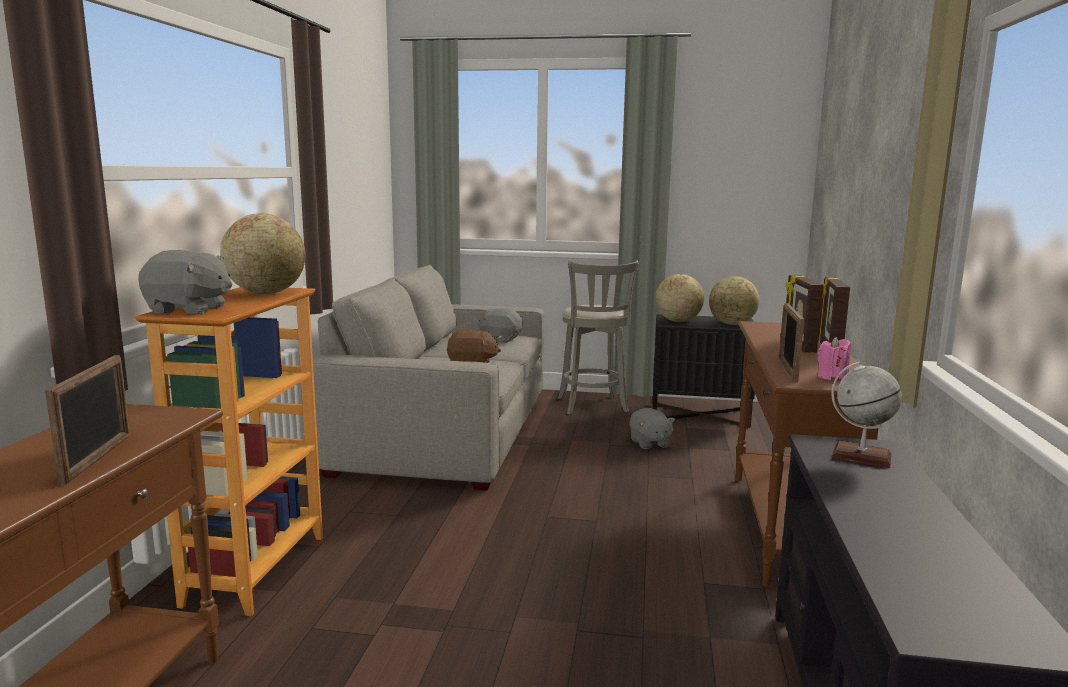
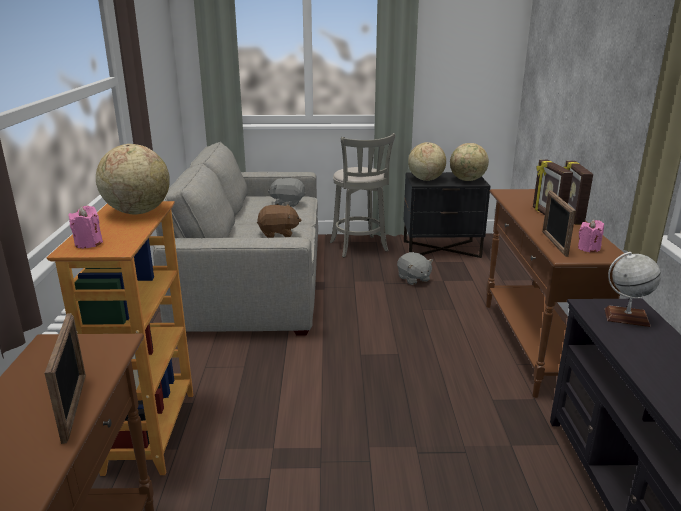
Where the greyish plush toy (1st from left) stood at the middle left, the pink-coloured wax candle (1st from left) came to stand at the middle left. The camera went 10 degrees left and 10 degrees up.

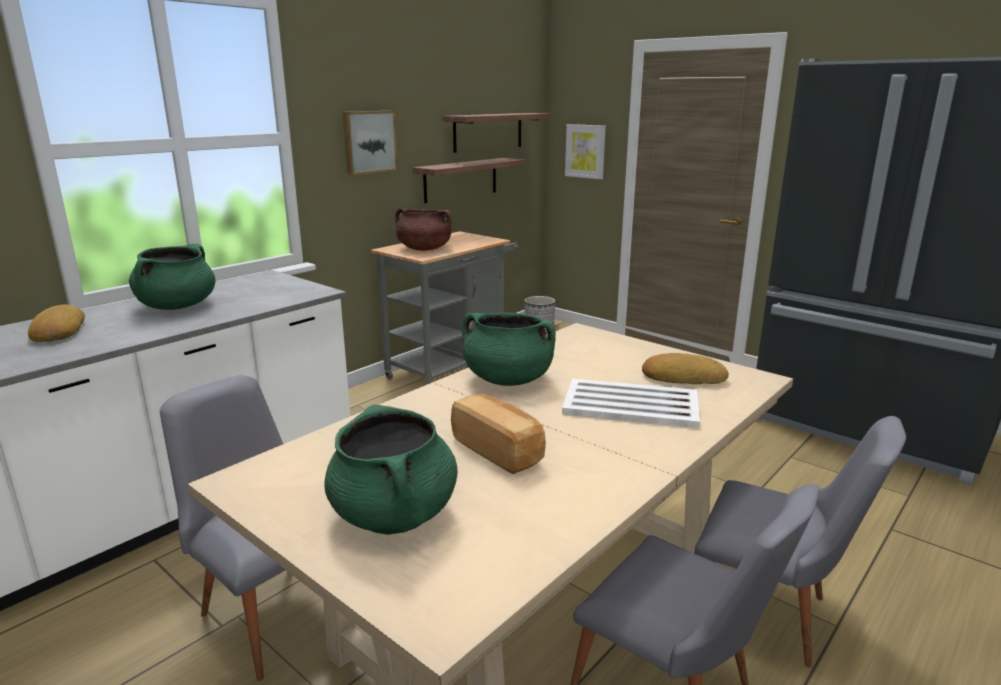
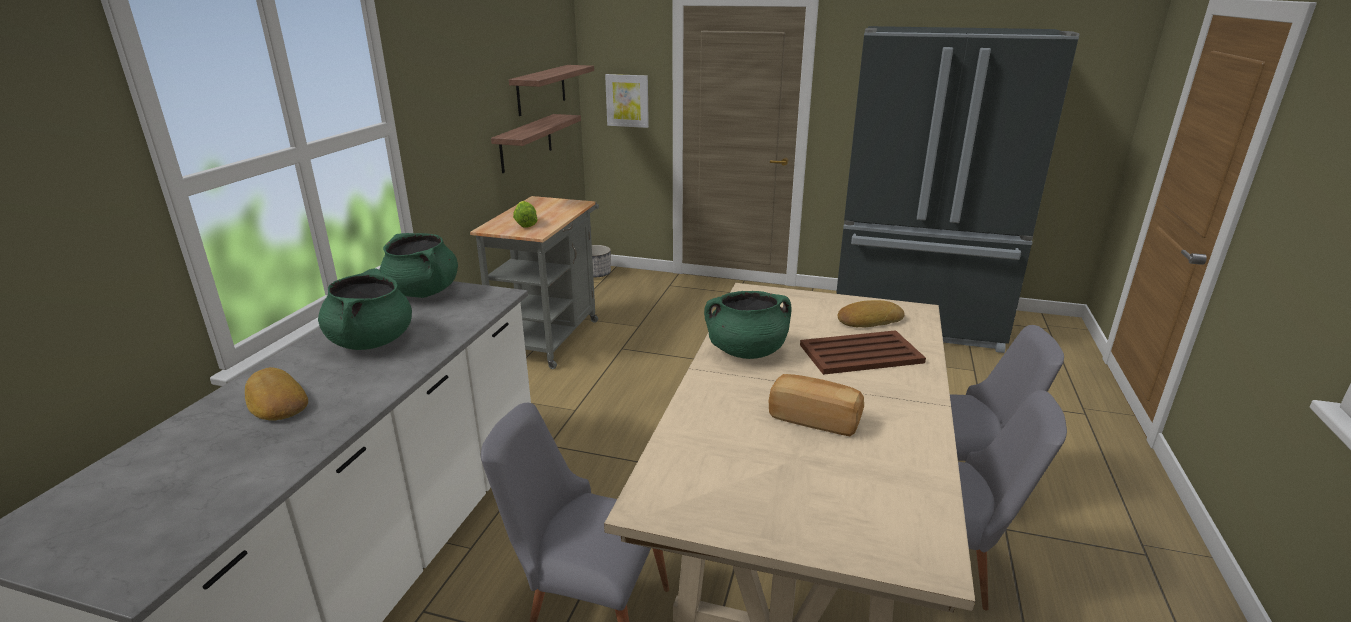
The second view lost the wall art (1st from left) at the top centre. Where the brown saucepot stood at the centre, the head of lettuce came to stand at the centre. What was the whitish tray at the centre turned into the brown tray at the centre. The green-coloured saucepot (2nd from left) ended up elsewhere, having gone from the bottom centre to the middle left. The camera went 25 degrees left and 5 degrees up.

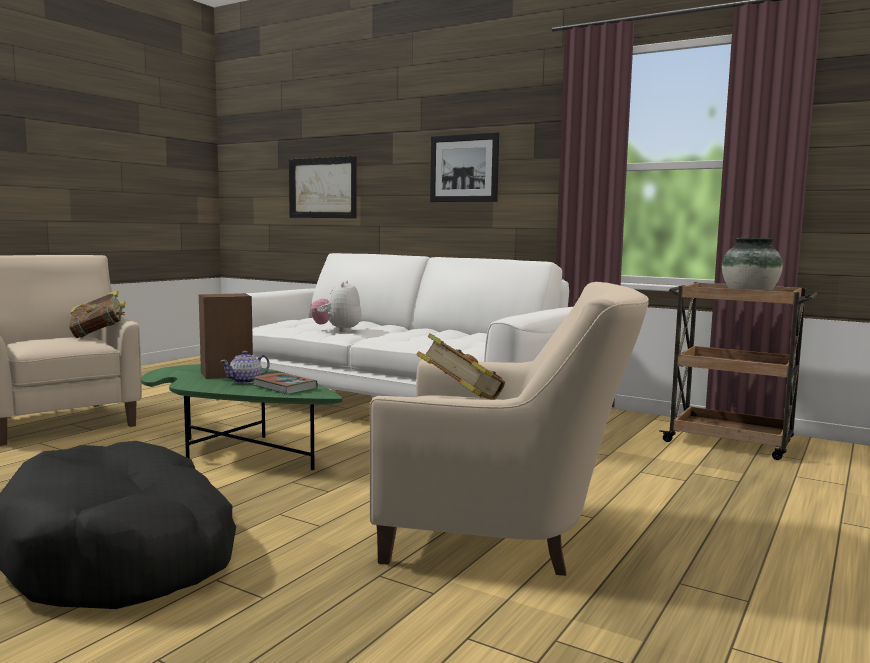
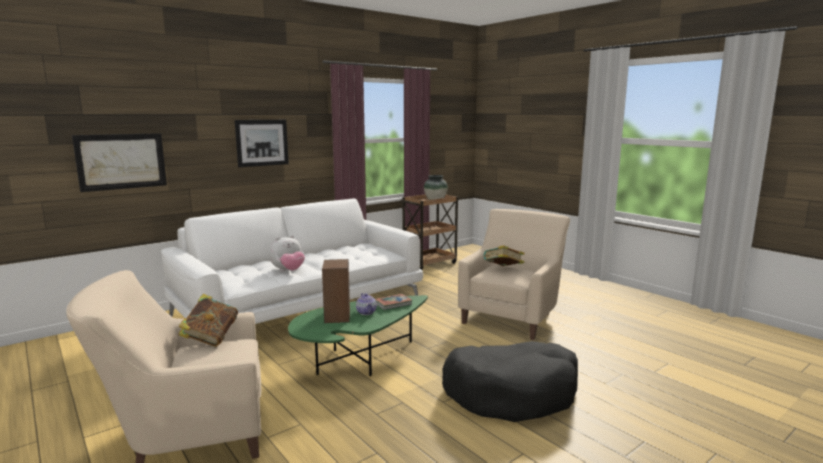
The plush toy at the centre ended up facing another way, 60 degrees counterclockwise from before. The camera went 70 degrees left and 5 degrees up.

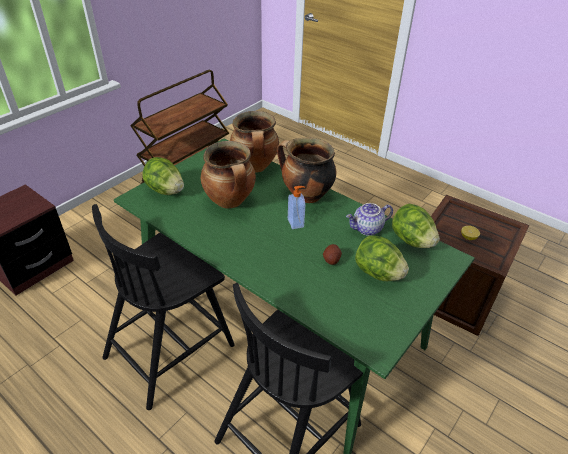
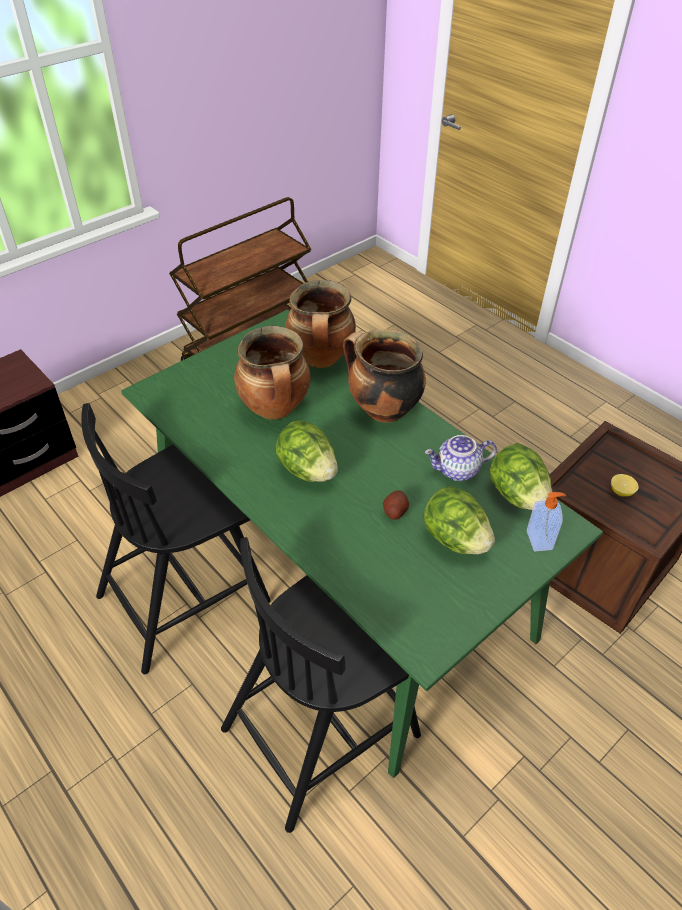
The head of lettuce (1st from left) ended up elsewhere, having gone from the middle left to the centre. The soap dispenser ended up elsewhere, having gone from the centre to the middle right. The camera went 10 degrees right and 5 degrees up.

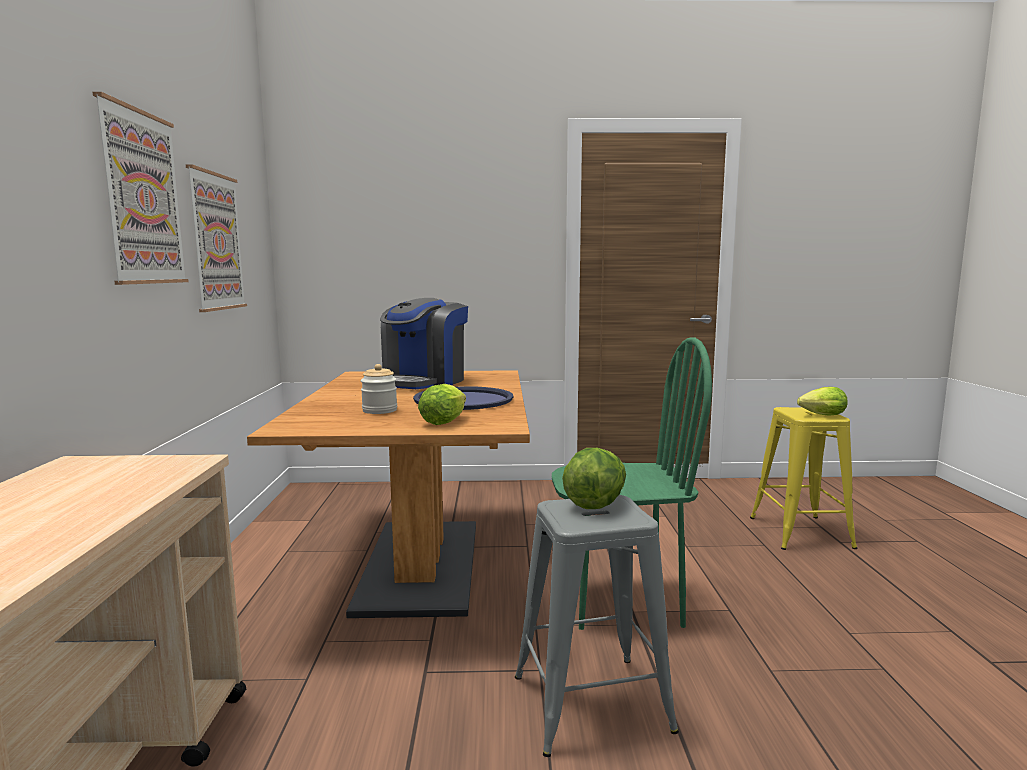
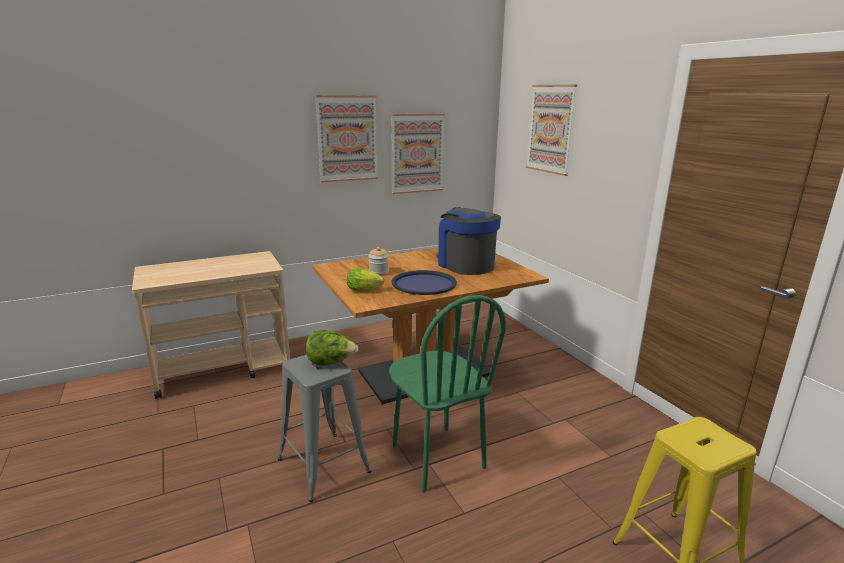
The coffee maker at the centre ended up facing another way, 60 degrees clockwise from before. The second view lost the head of lettuce (3rd from left) at the middle right. The second view gained the wall art (3rd from left) at the top centre. The camera went 65 degrees right and 10 degrees up.

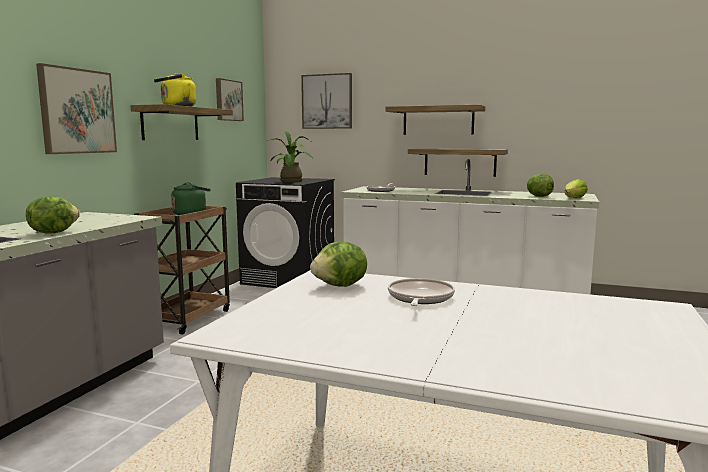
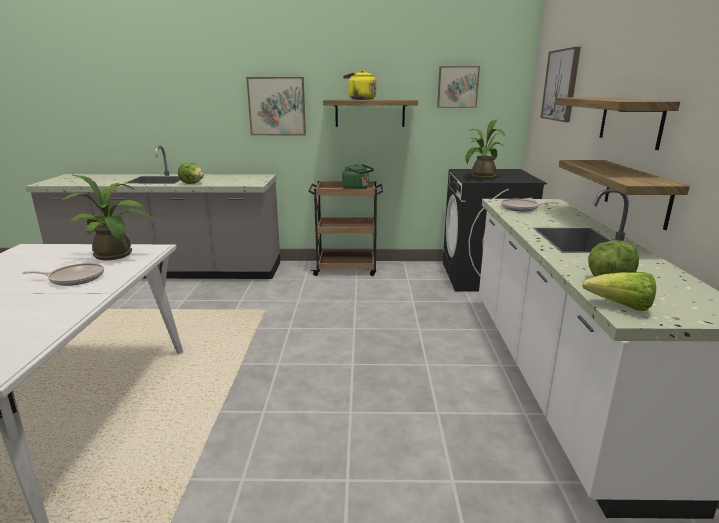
Where the head of lettuce (2nd from left) stood at the centre, the potted plant (1st from left) came to stand at the middle left. The camera went 70 degrees right and 10 degrees up.

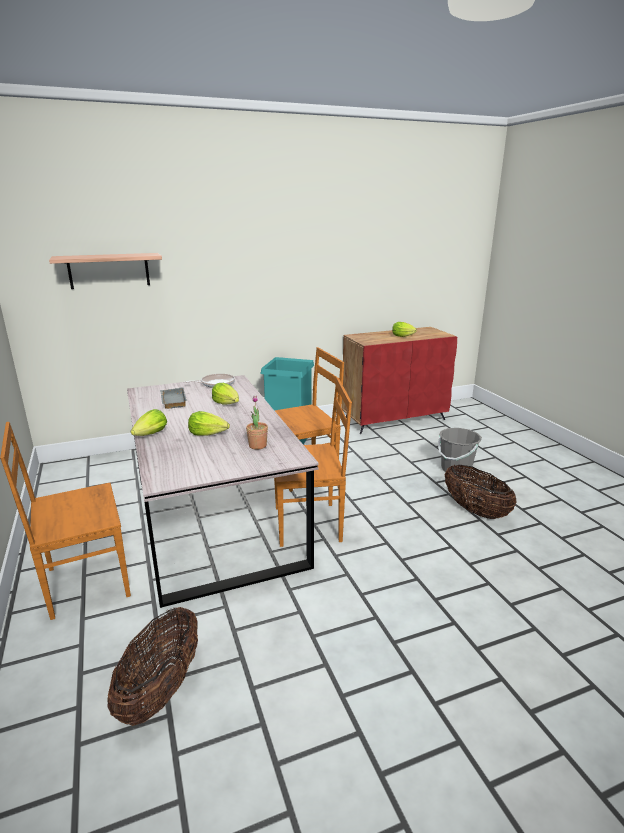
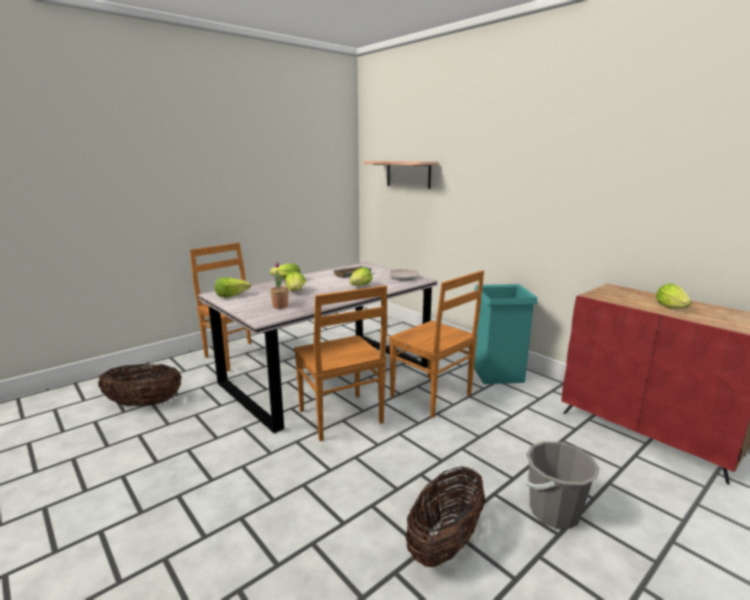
The second view gained the head of lettuce (1st from left) at the middle left. The camera went 70 degrees right and 5 degrees down.

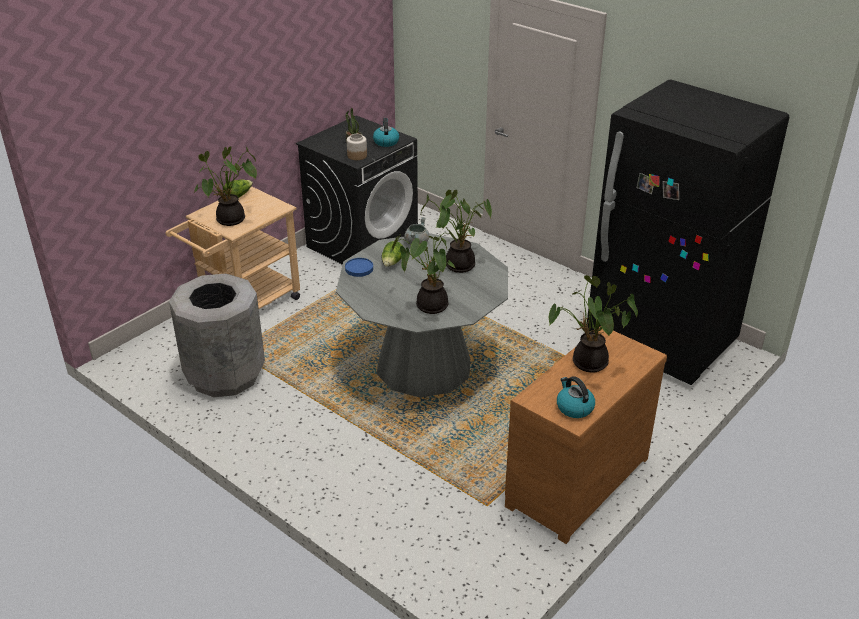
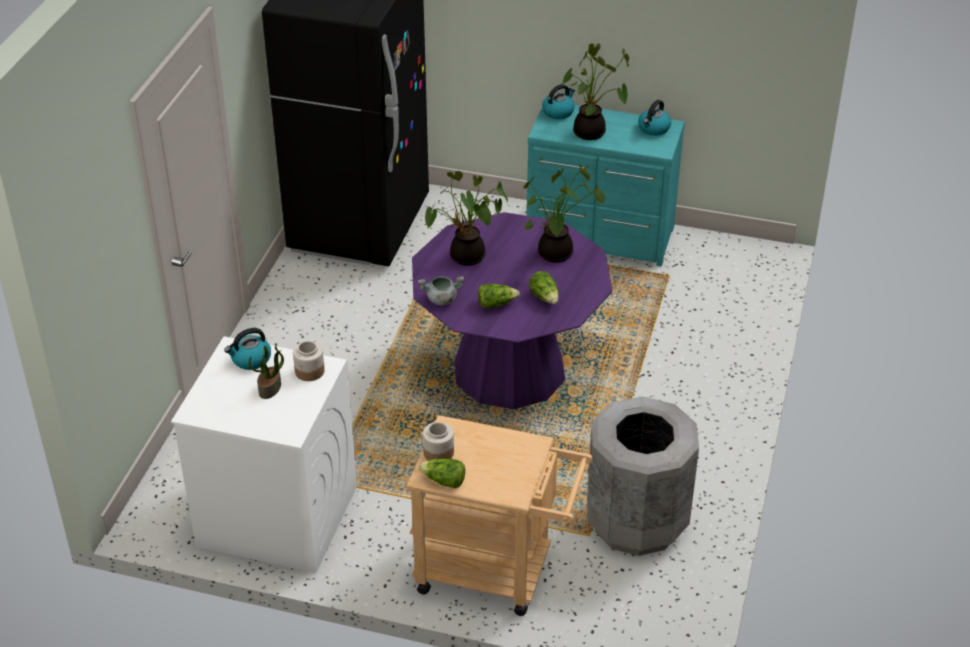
What was the blackish washing machine at the top centre turned into the whitish washing machine at the bottom left. The second view lost the potted plant (1st from left) at the top left. What was the greyish dining table at the centre turned into the purplish dining table at the centre. The second view lost the blue-coloured dinner plate at the centre. What was the brown chest of drawers at the bottom right turned into the turquoise-coloured chest of drawers at the top centre. The second view gained the tea kettle (2nd from left) at the top centre. The second view gained the head of lettuce (3rd from left) at the centre. The second view gained the jar (2nd from left) at the bottom centre. The camera went 115 degrees left and 5 degrees up.

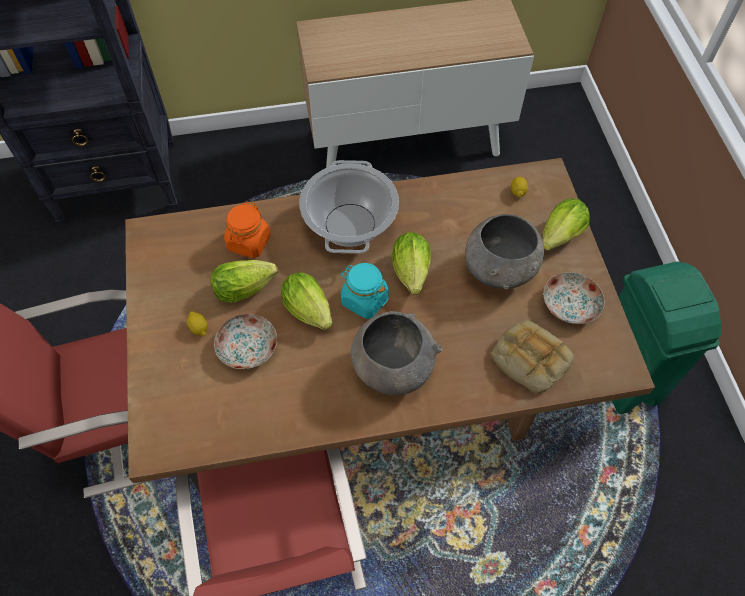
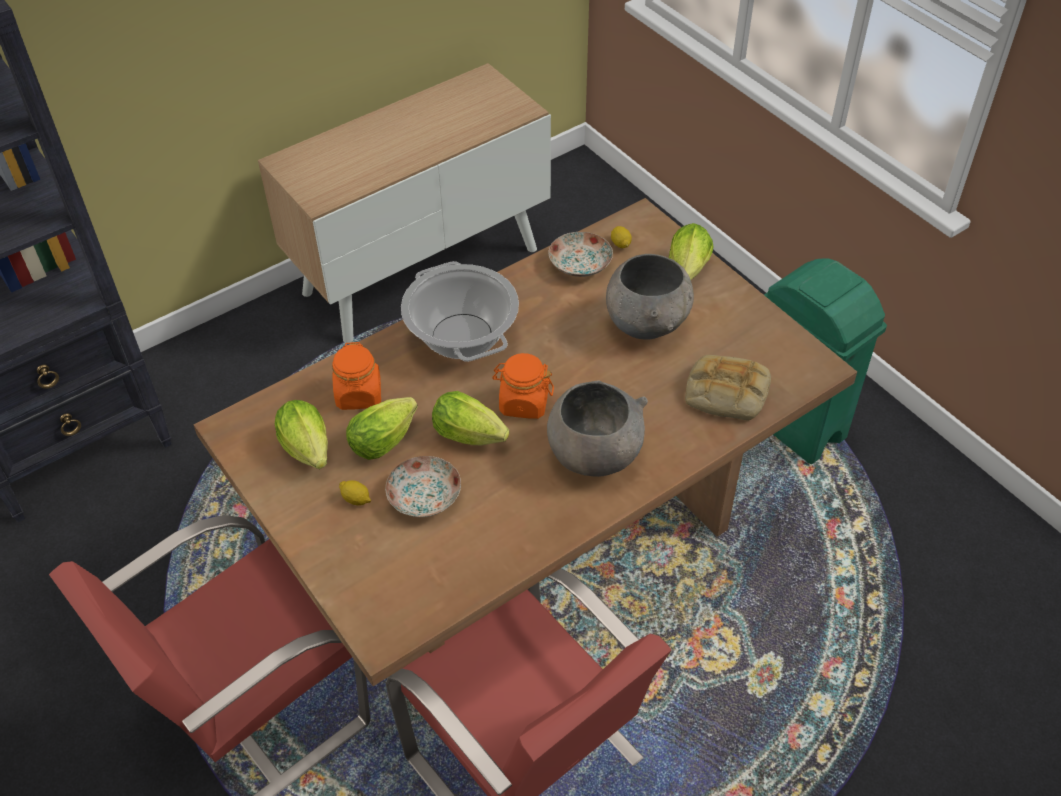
The head of lettuce (3rd from left in the first image) ended up elsewhere, having gone from the centre to the middle left. What was the turquoise-coloured jar at the centre turned into the orange jar (2nd from left) at the centre. The dinner plate (2nd from left) ended up elsewhere, having gone from the middle right to the top centre. The camera went 25 degrees left and 10 degrees down.

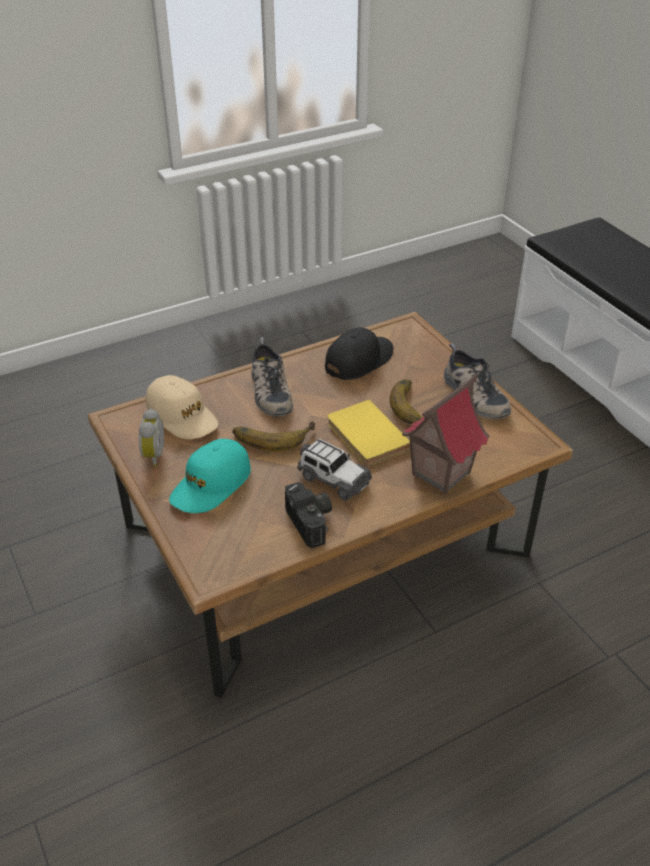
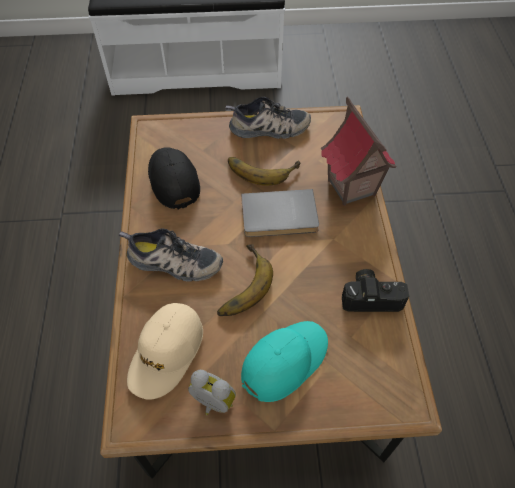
The beige baseball cap at the middle left ended up facing another way, 135 degrees clockwise from before. What was the yellowish bound book at the centre turned into the greyish bound book at the centre. The turquoise-coloured baseball cap at the middle left ended up facing another way, 105 degrees counterclockwise from before. The second view lost the model car at the centre. The camera went 65 degrees left and 15 degrees up.

